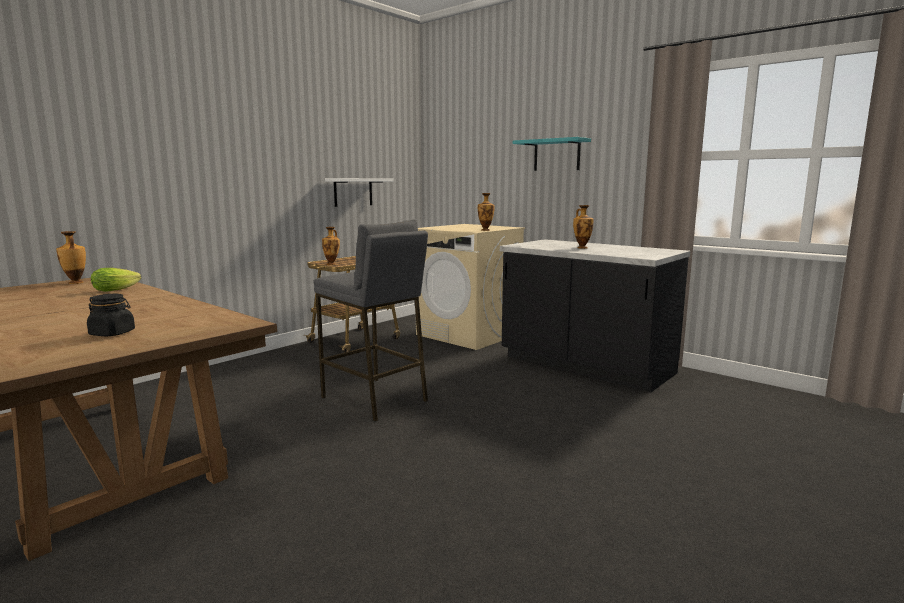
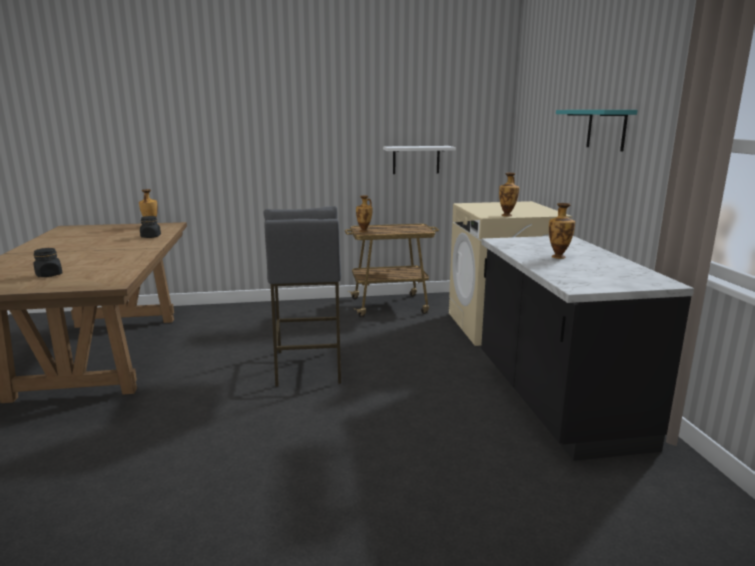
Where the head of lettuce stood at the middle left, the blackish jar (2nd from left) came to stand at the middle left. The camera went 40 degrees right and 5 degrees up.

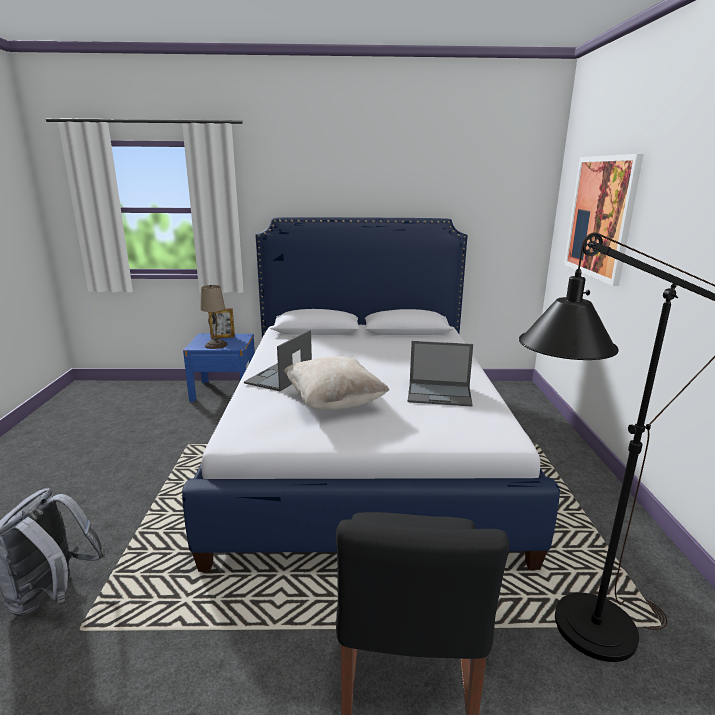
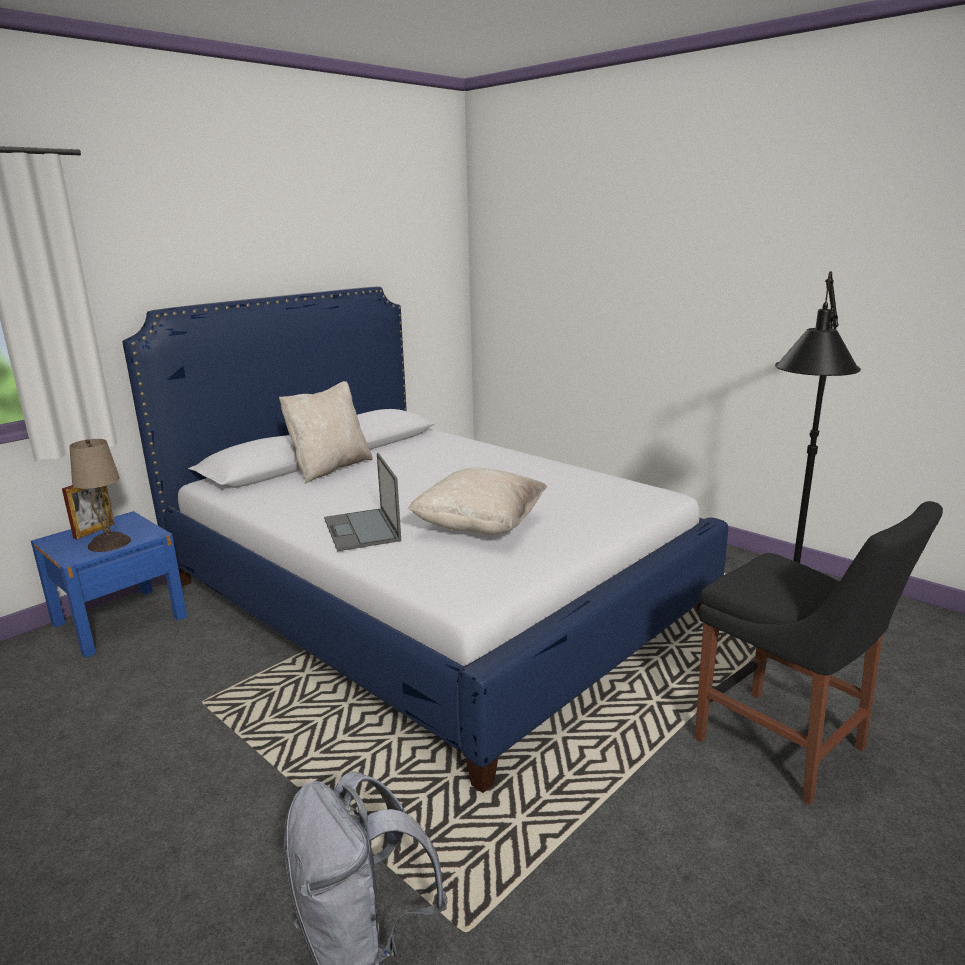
The second view lost the wall art at the top right. The second view lost the laptop (2nd from left) at the centre. The second view gained the beige throw pillow (1st from left) at the centre. The camera went 45 degrees left and 0 degrees up.

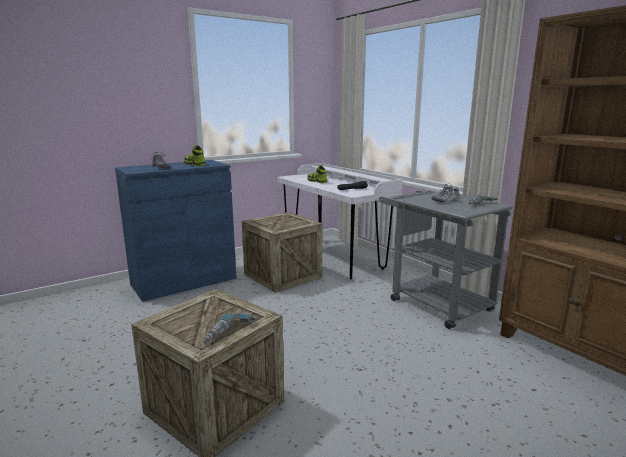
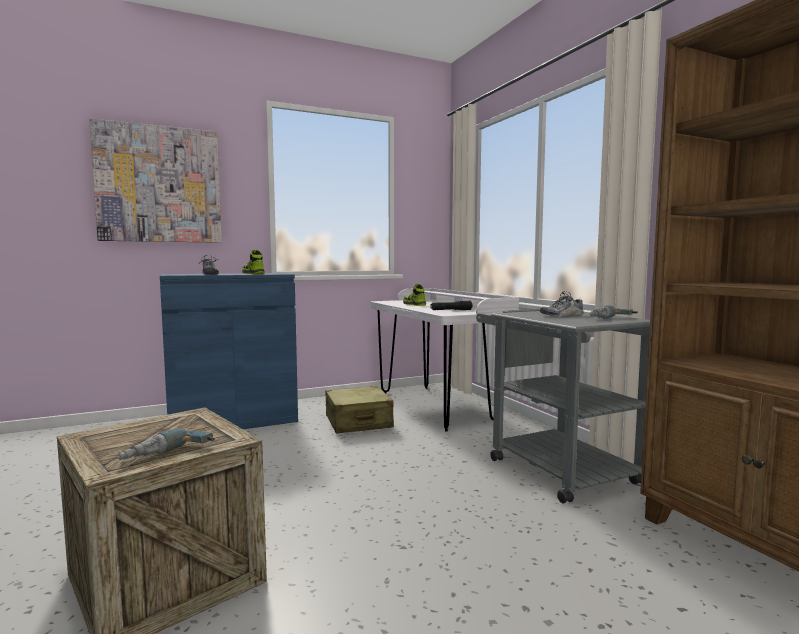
Where the packing crate (2nd from left) stood at the centre, the beige suitcase came to stand at the centre. The second view gained the wall art at the top left. The camera went 10 degrees right and 10 degrees down.

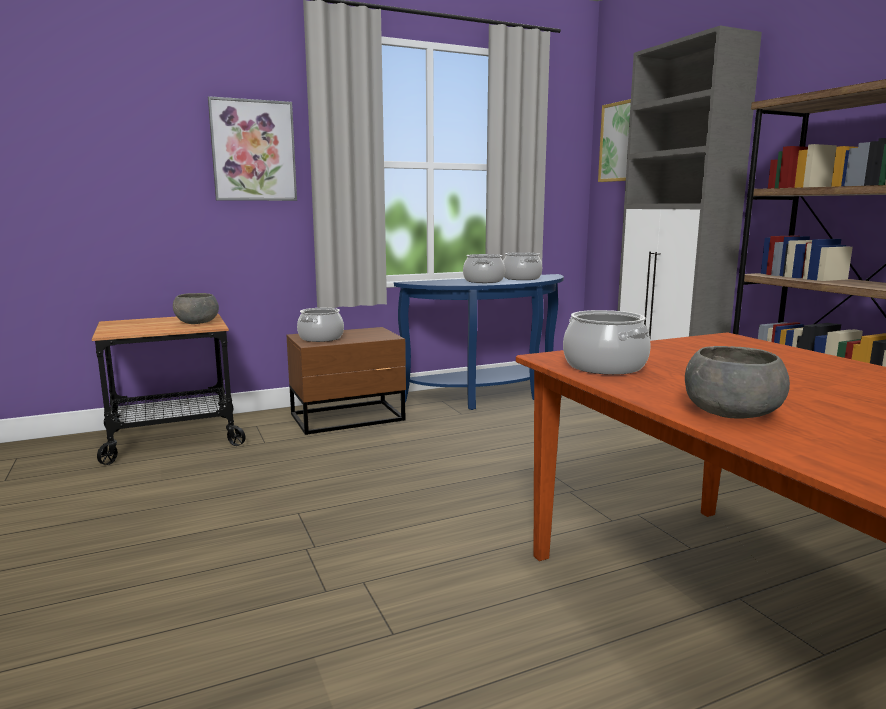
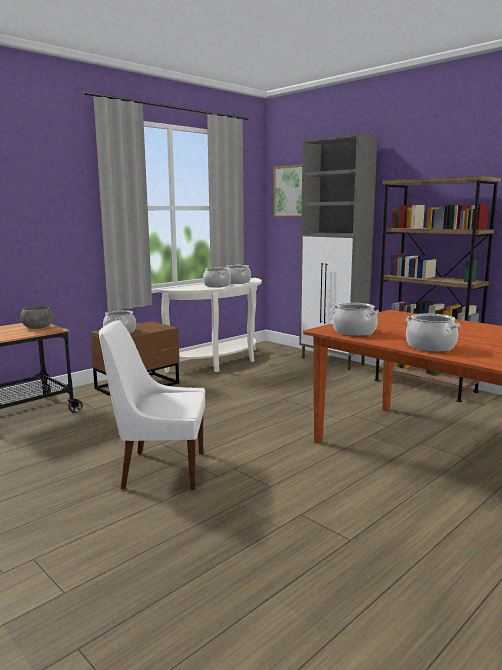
The second view lost the wall art (1st from left) at the top left. What was the blue-coloured console table at the centre turned into the whitish console table at the centre. Where the greyish bowl (2nd from left) stood at the middle right, the saucepot (5th from left) came to stand at the middle right. The second view gained the whitish plain chair at the middle left. The camera went 20 degrees left and 0 degrees up.

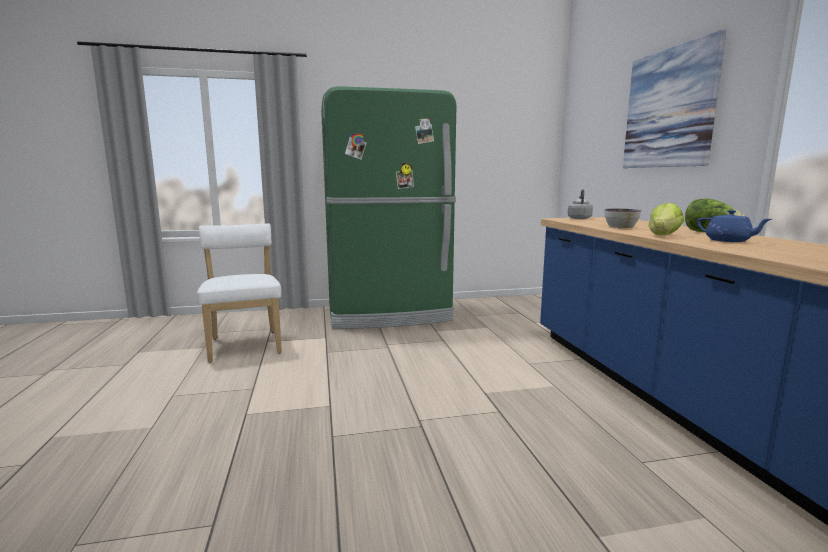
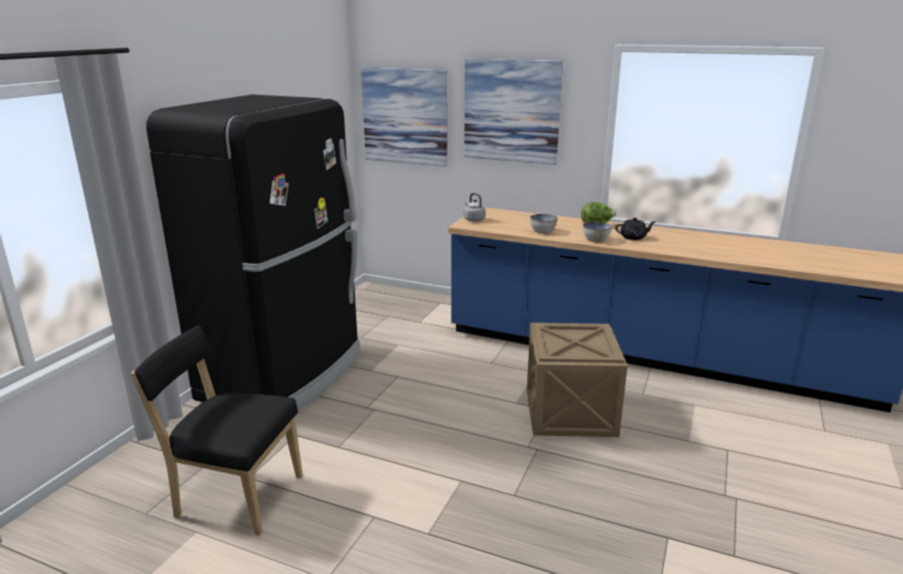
What was the green-coloured kitchen fridge at the centre turned into the blackish kitchen fridge at the middle left. Where the head of lettuce (1st from left) stood at the middle right, the bowl (2nd from left) came to stand at the centre. What was the blue-coloured teapot at the middle right turned into the blackish teapot at the middle right. What was the whitish plain chair at the middle left turned into the blackish plain chair at the bottom left. The second view gained the wall art (1st from left) at the top centre. The second view gained the packing crate at the centre. The camera went 55 degrees left and 10 degrees up.

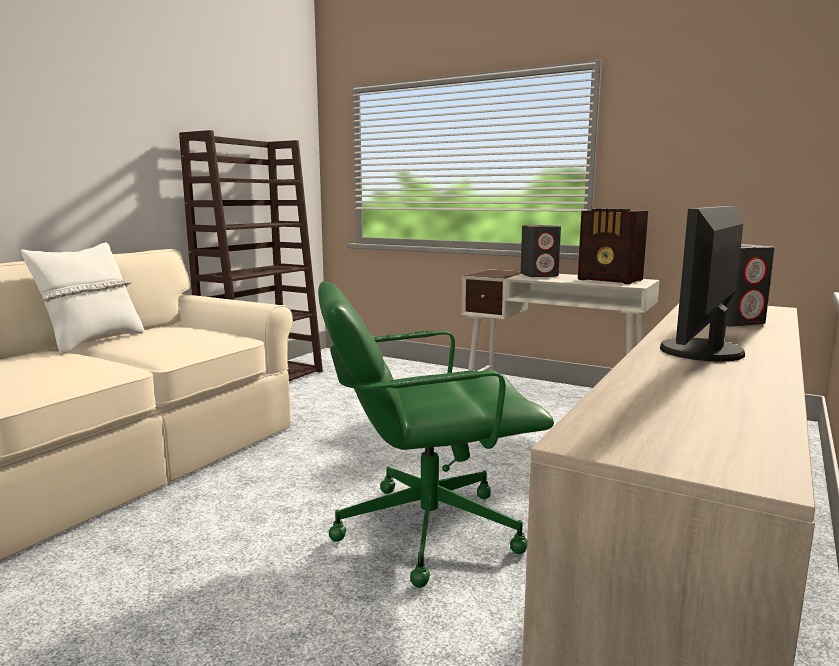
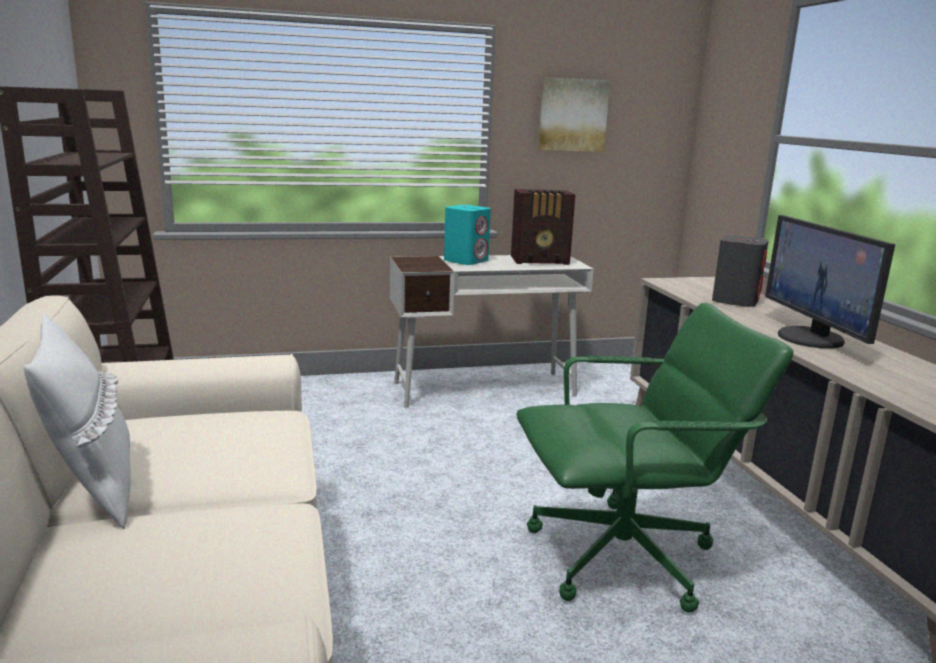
What was the greyish audio speaker (1st from left) at the centre turned into the turquoise-coloured audio speaker at the centre. The green-coloured computer chair at the centre ended up facing another way, 135 degrees counterclockwise from before. The second view gained the wall art at the top centre. The camera went 45 degrees left and 5 degrees up.

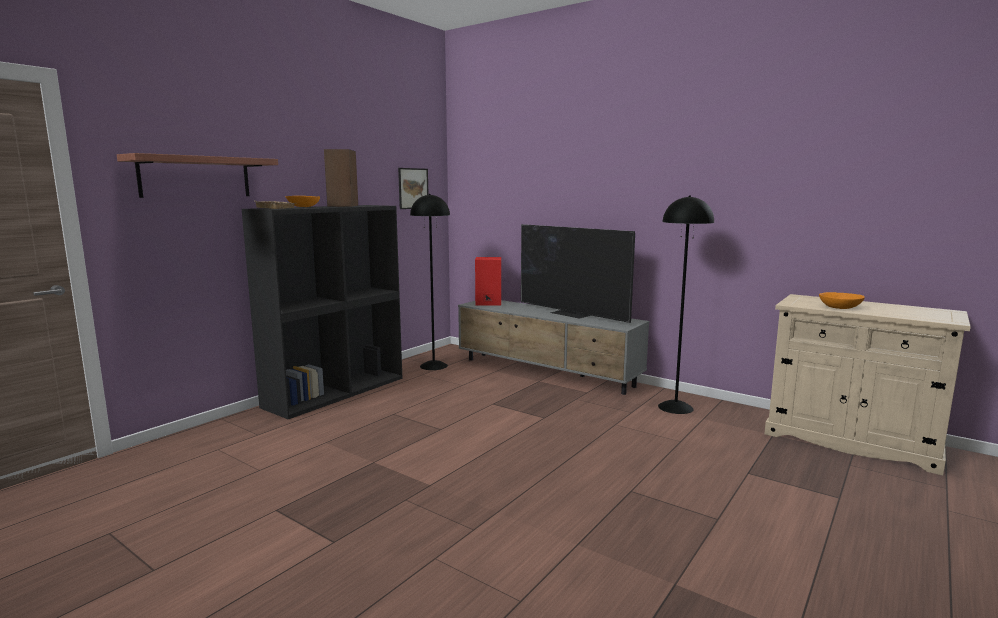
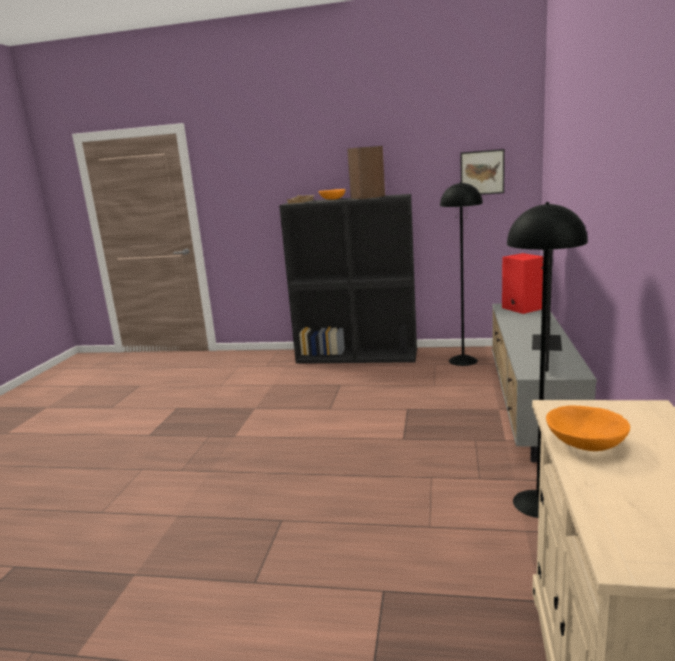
The second view lost the shelf at the top left. The camera went 65 degrees right and 5 degrees up.

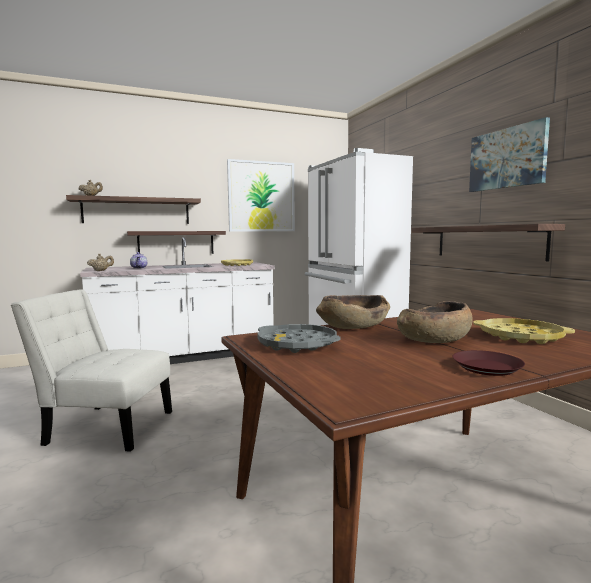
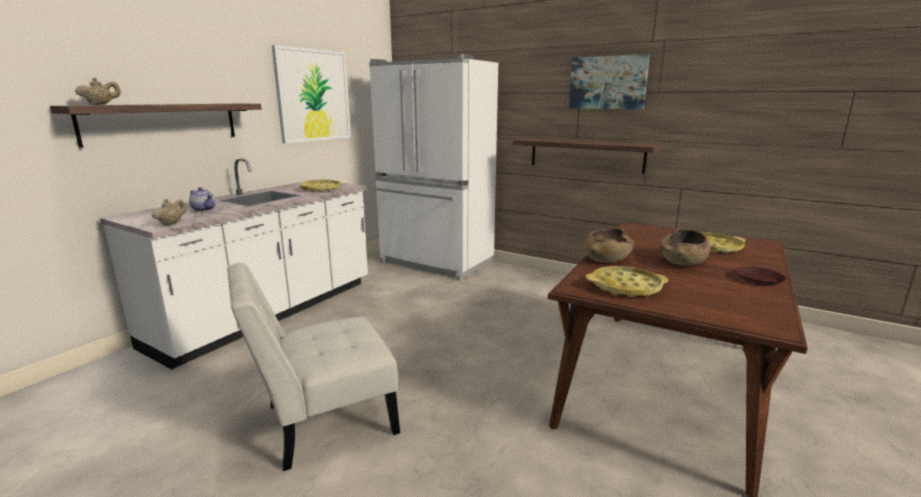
The second view lost the shelf (2nd from left) at the middle left. What was the greyish tray at the centre turned into the yellowish tray (2nd from left) at the middle right. The camera went 35 degrees left and 10 degrees up.

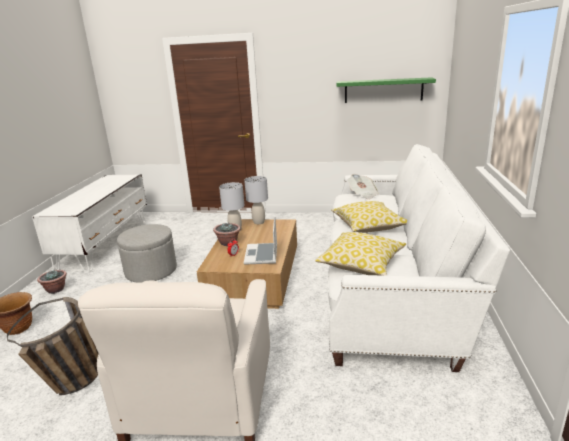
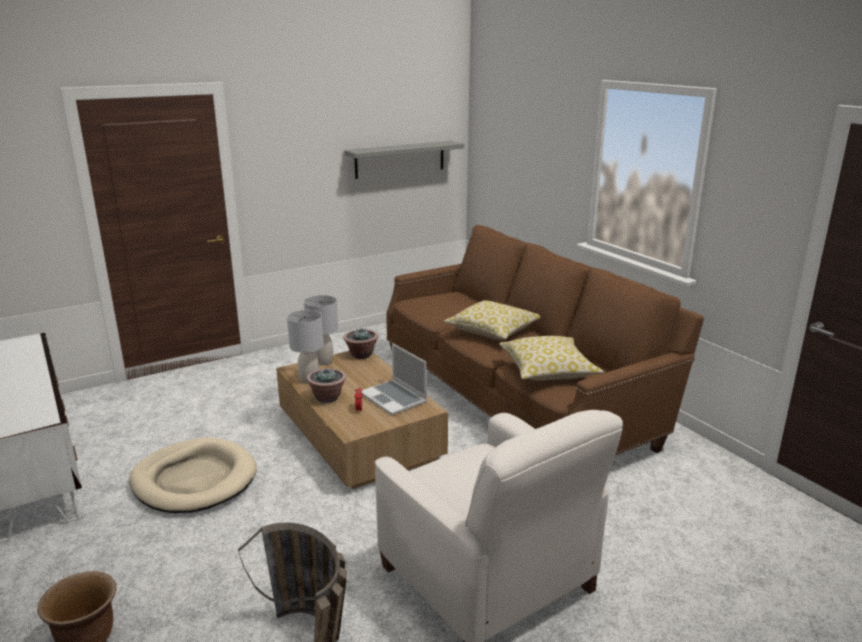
What was the green-coloured shelf at the top right turned into the greyish shelf at the top centre. What was the whitish settee at the middle right turned into the brown settee at the centre. The second view lost the daily paper at the centre. Where the greyish pouffe stood at the middle left, the beige dog cushion came to stand at the bottom left. The potted plant (1st from left in the first image) ended up elsewhere, having gone from the middle left to the centre. The camera went 40 degrees left and 0 degrees up.

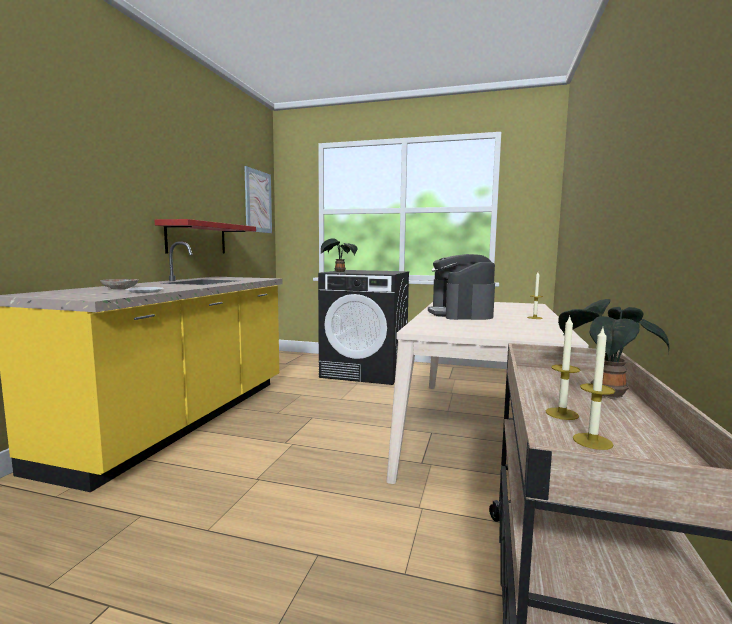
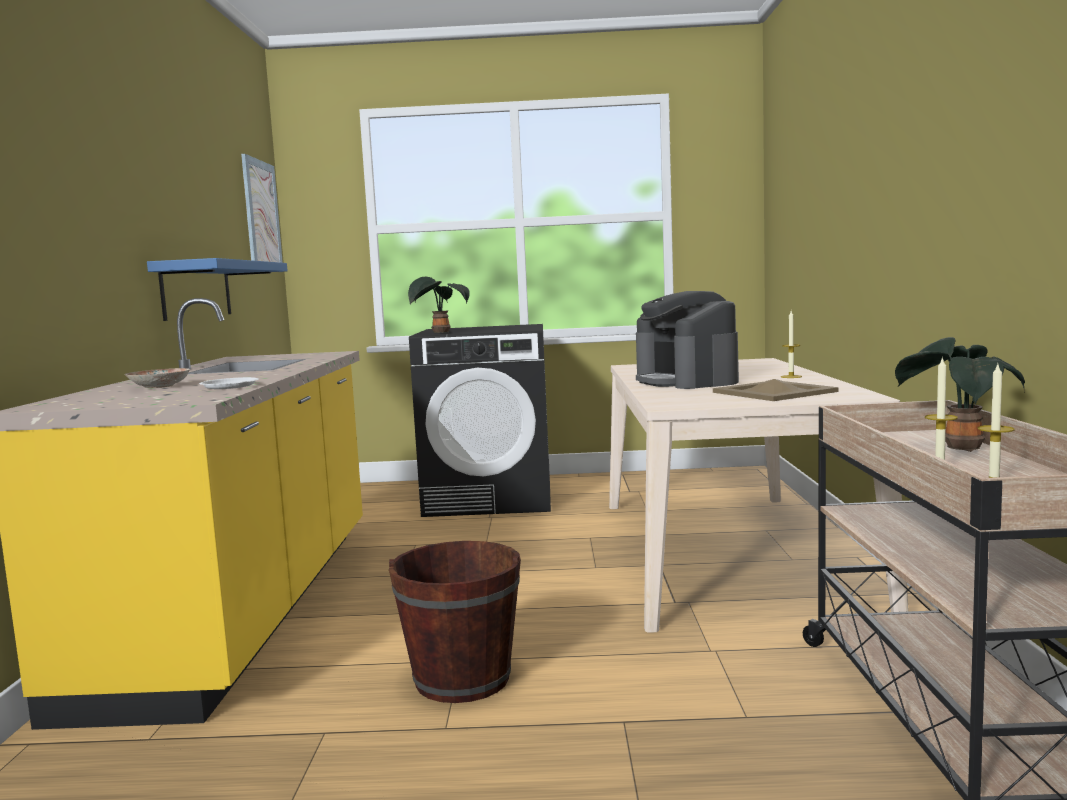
What was the red-coloured shelf at the middle left turned into the blue-coloured shelf at the middle left. The second view gained the beige tray at the middle right. The second view gained the brown water bucket at the bottom centre. The camera went 15 degrees left and 0 degrees up.

